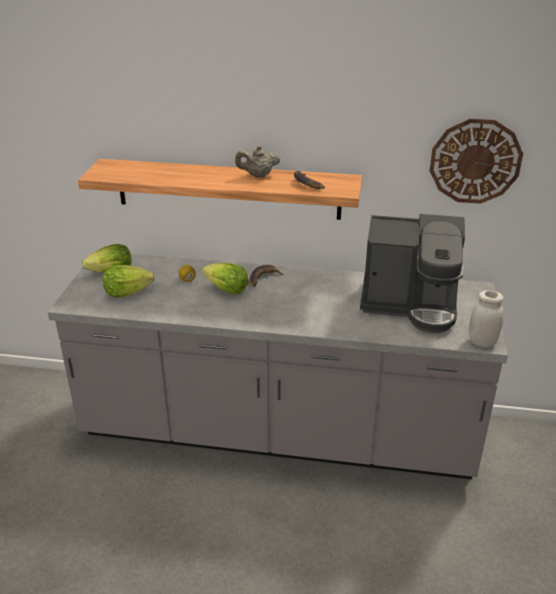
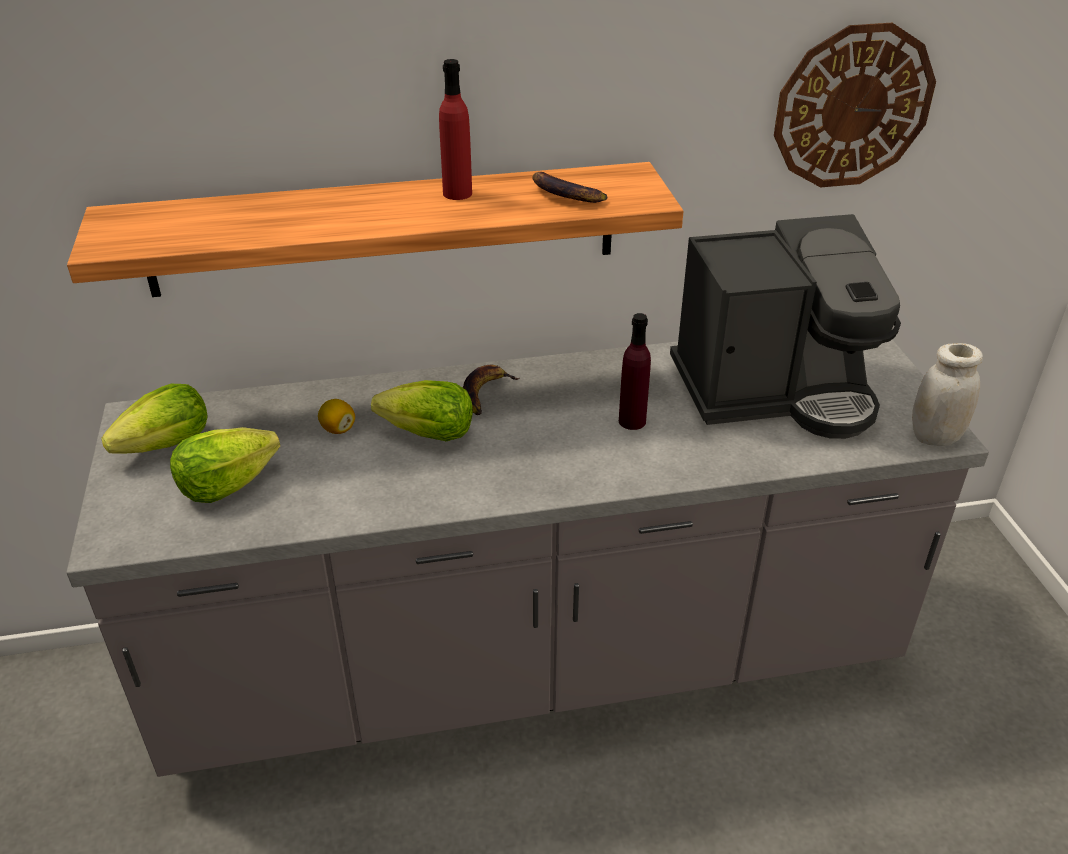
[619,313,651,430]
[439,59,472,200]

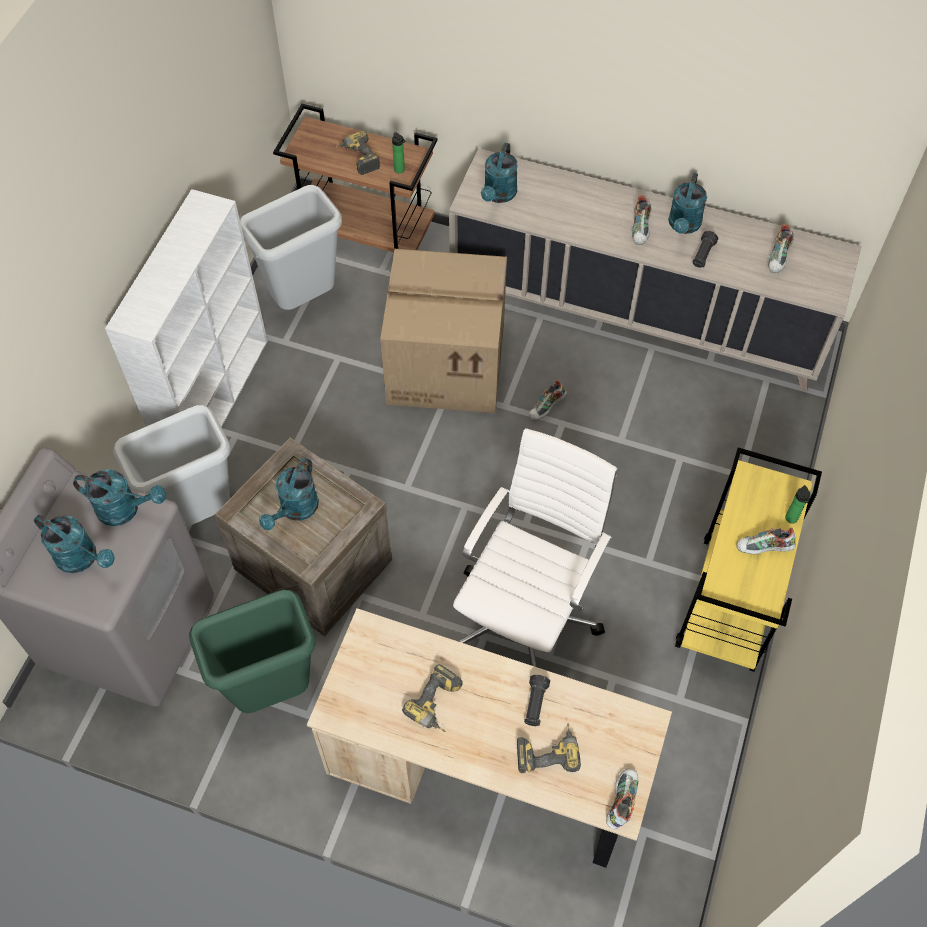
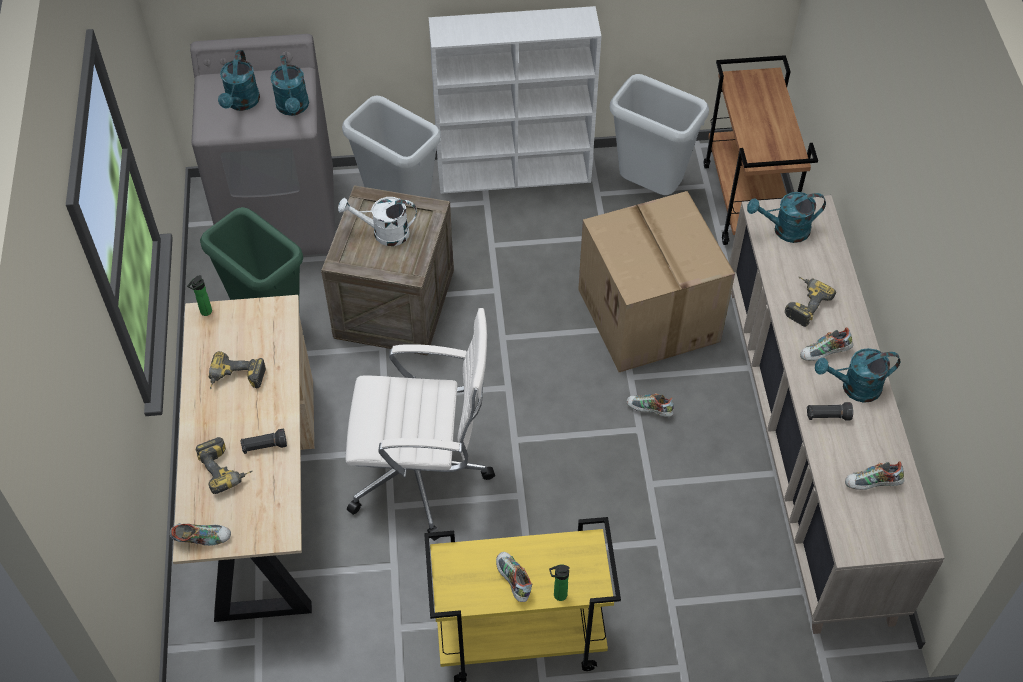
[785,277,836,327]
[187,275,212,316]
[338,197,417,246]

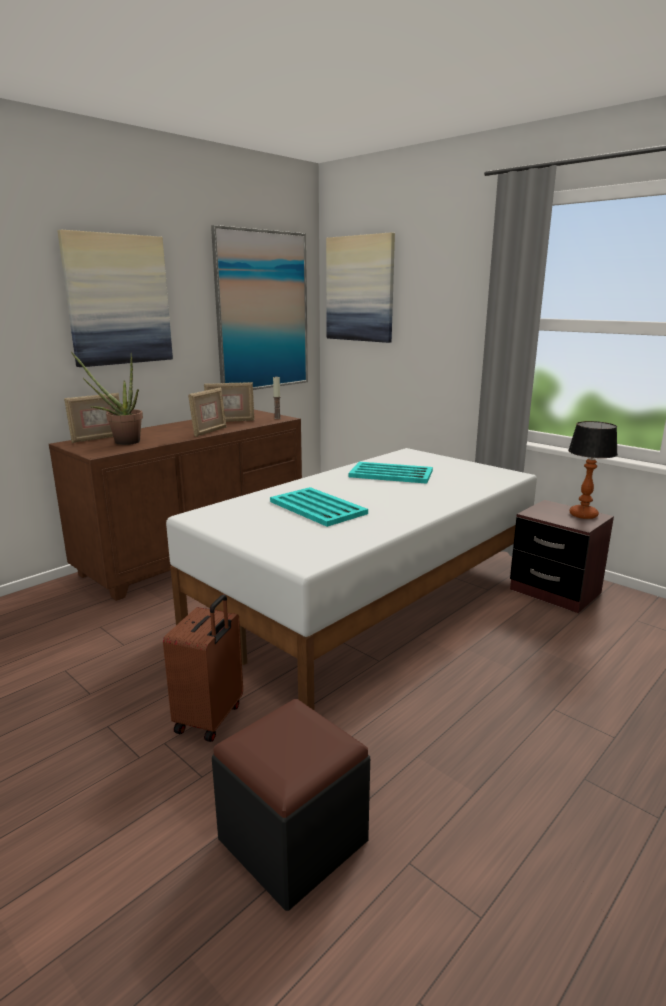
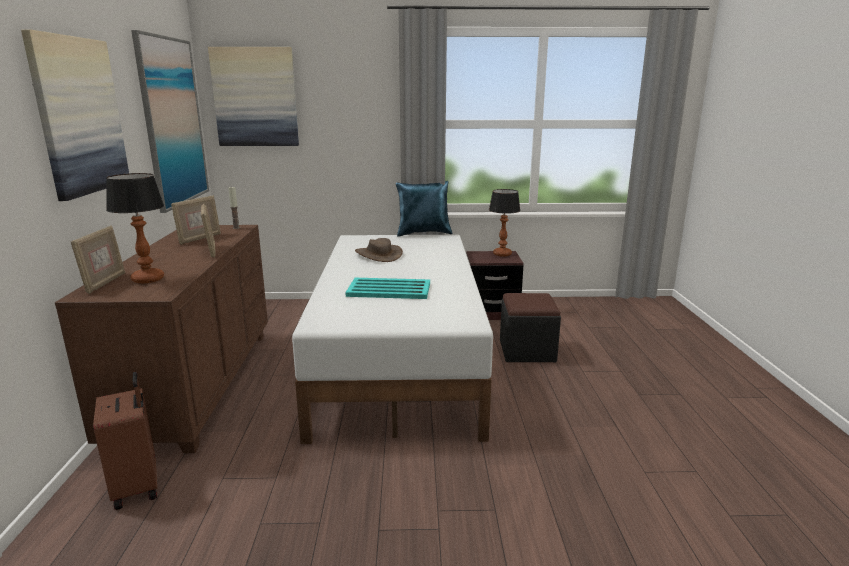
[396,181,453,237]
[93,372,157,510]
[500,293,561,362]
[106,173,164,283]
[355,238,403,262]

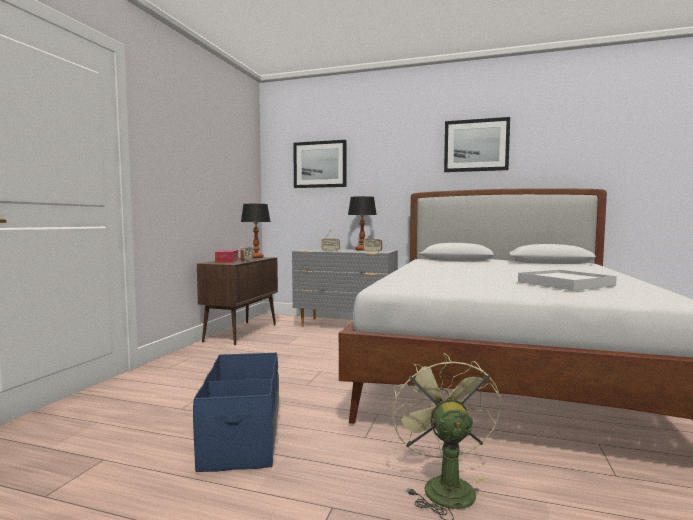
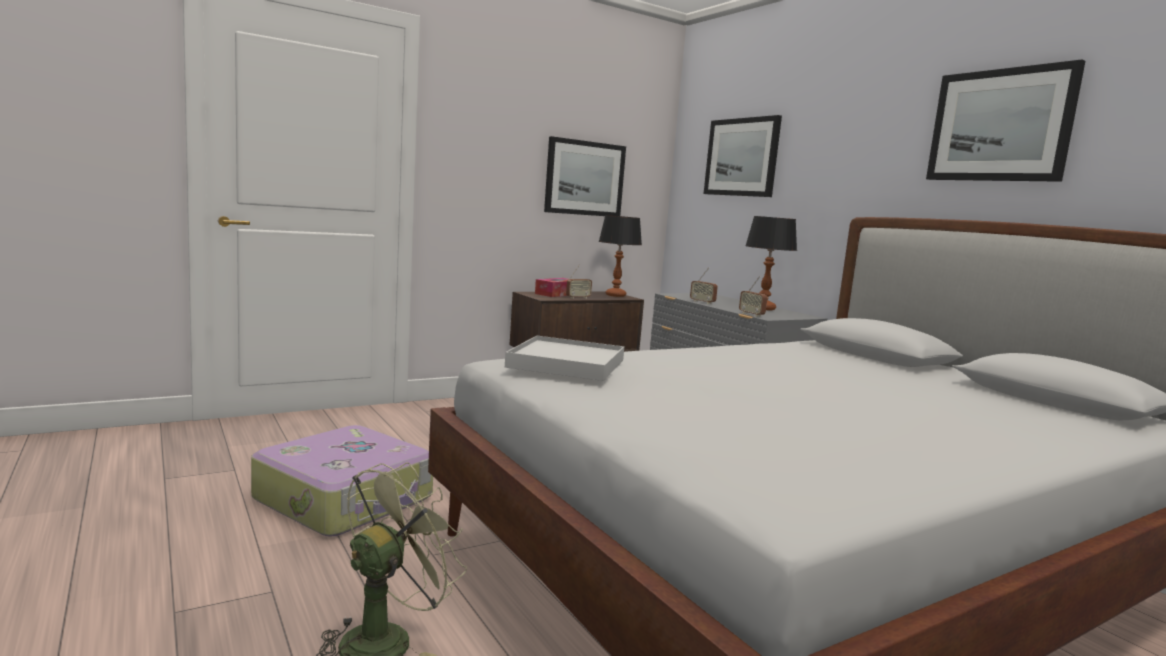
[544,136,626,216]
[505,336,624,381]
[251,425,433,537]

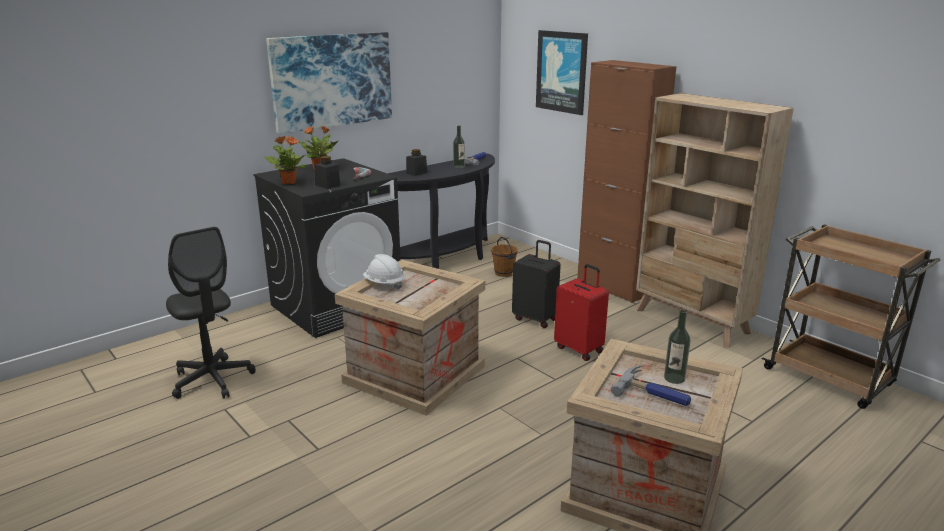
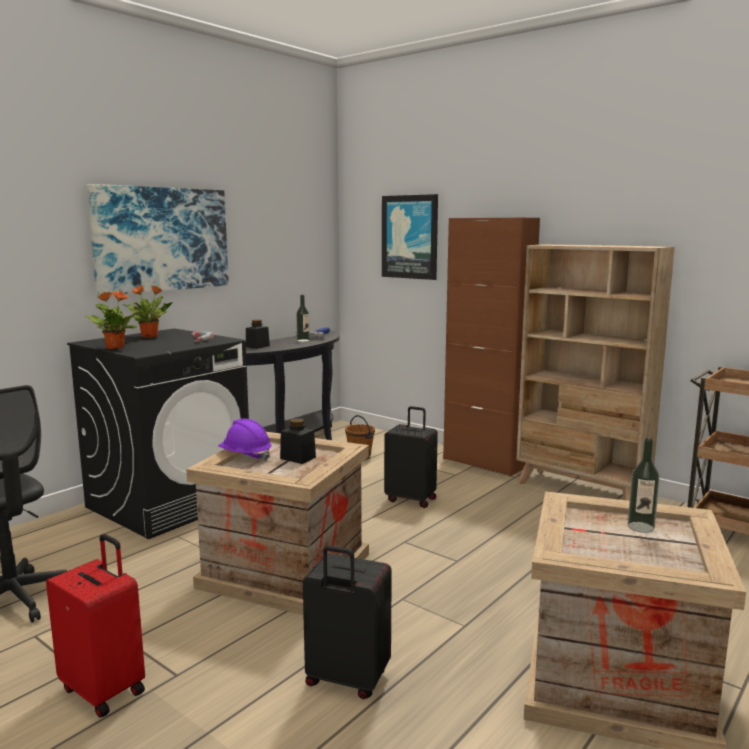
[611,366,691,406] (first image)
[303,545,392,699]
[280,418,316,464]
[46,534,145,718]
[218,419,271,461]

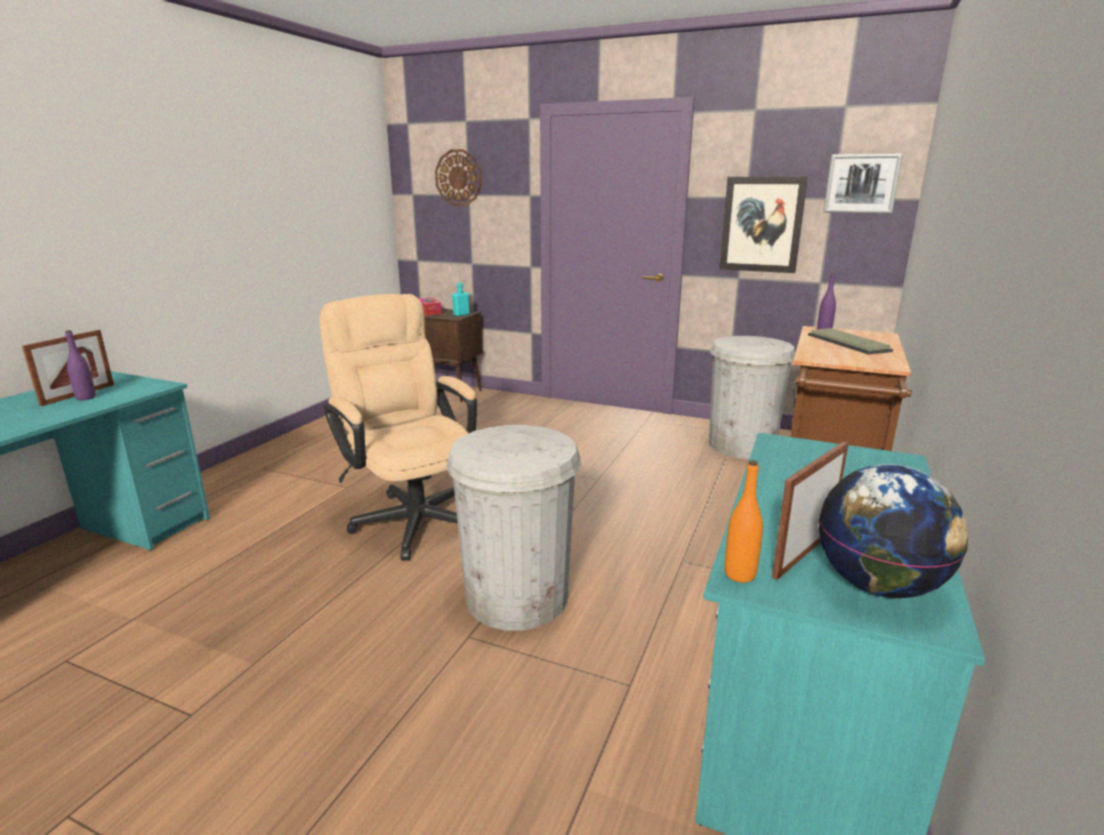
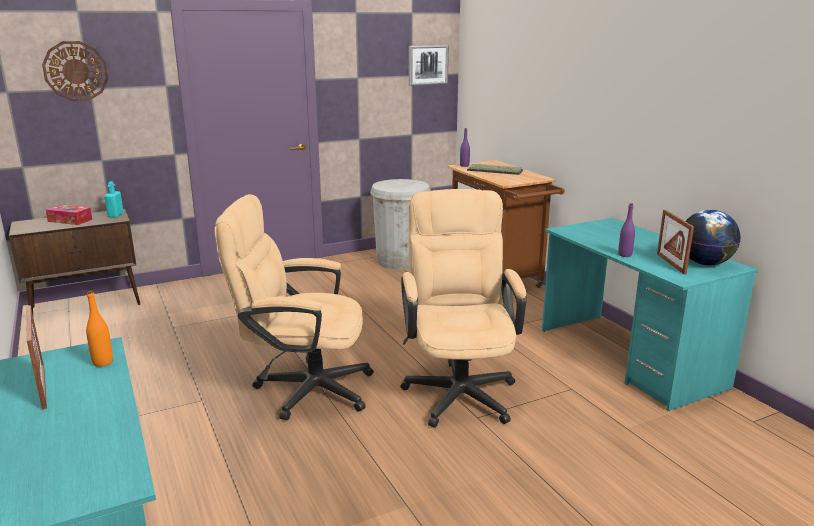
[719,177,808,273] (first image)
[618,203,635,257]
[86,290,113,367]
[401,189,527,428]

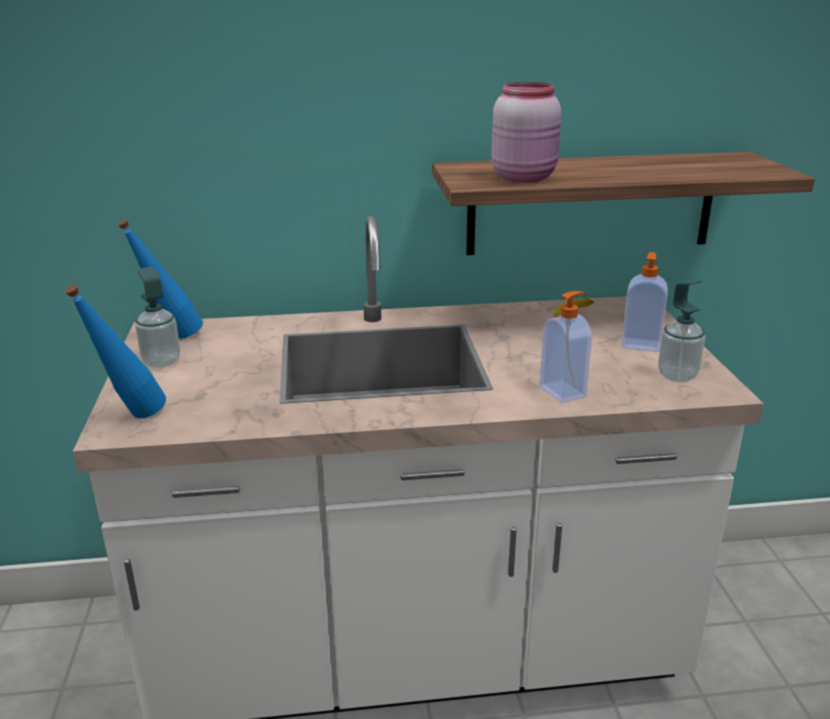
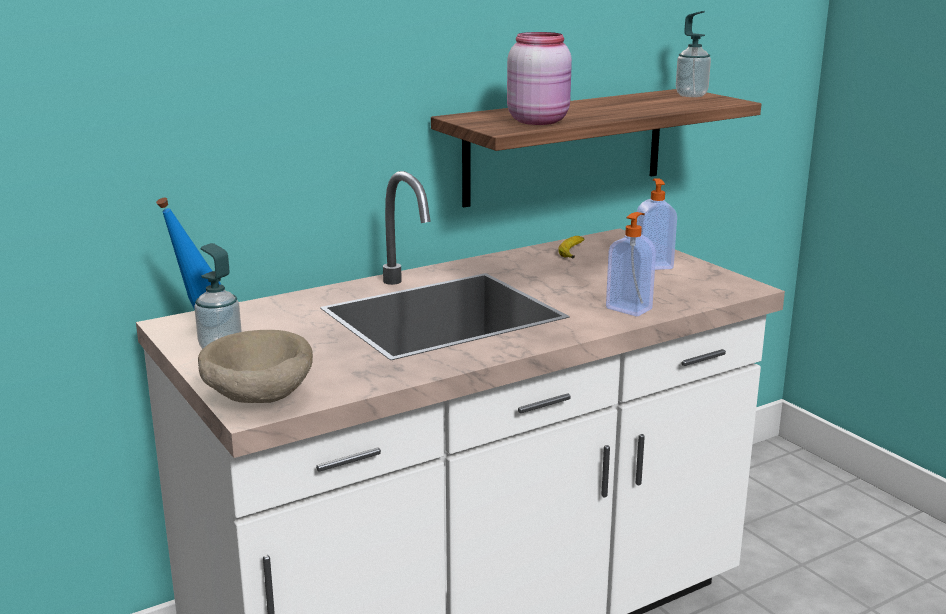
[676,11,711,97]
[198,330,313,403]

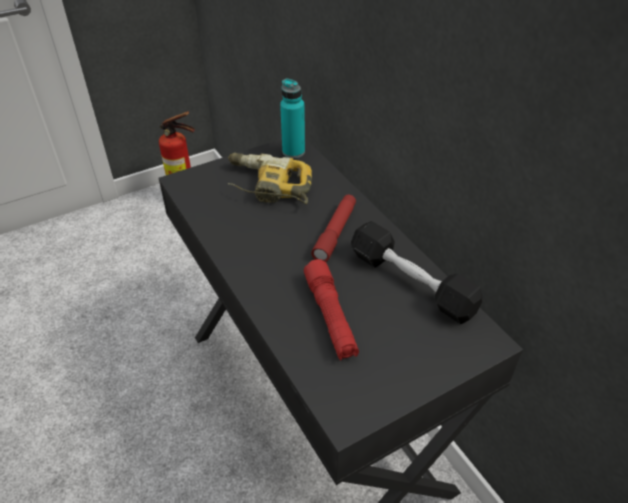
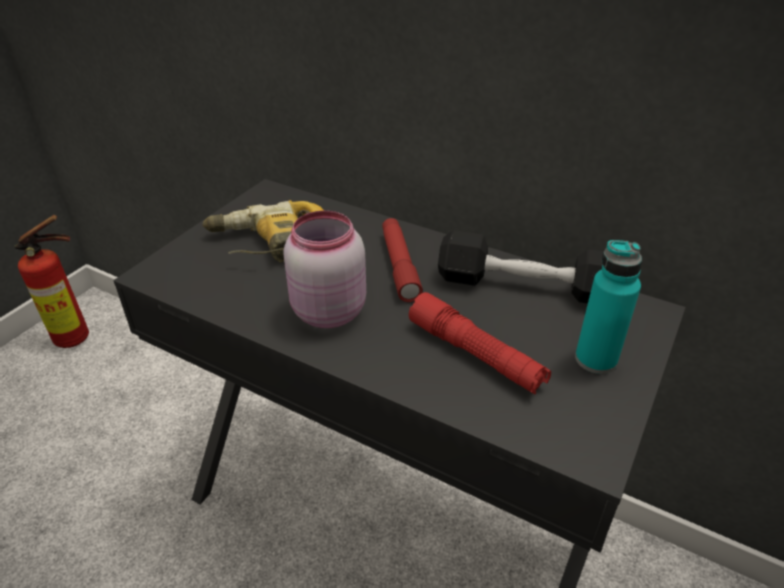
[283,211,366,328]
[575,240,642,374]

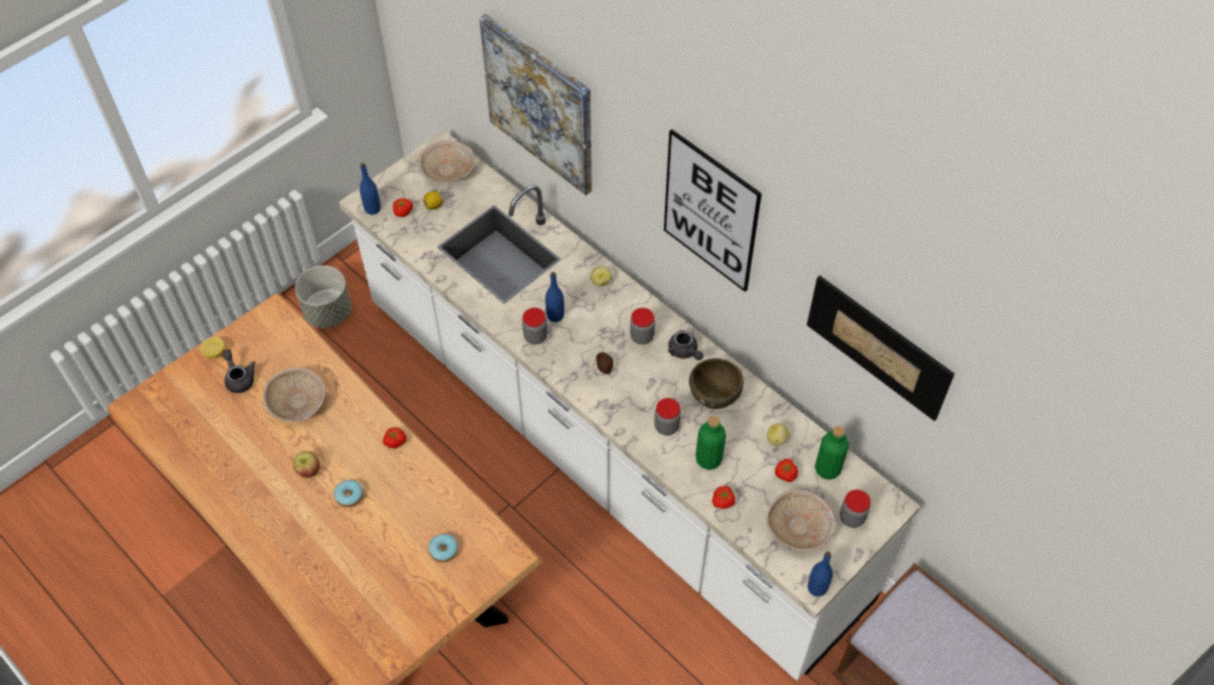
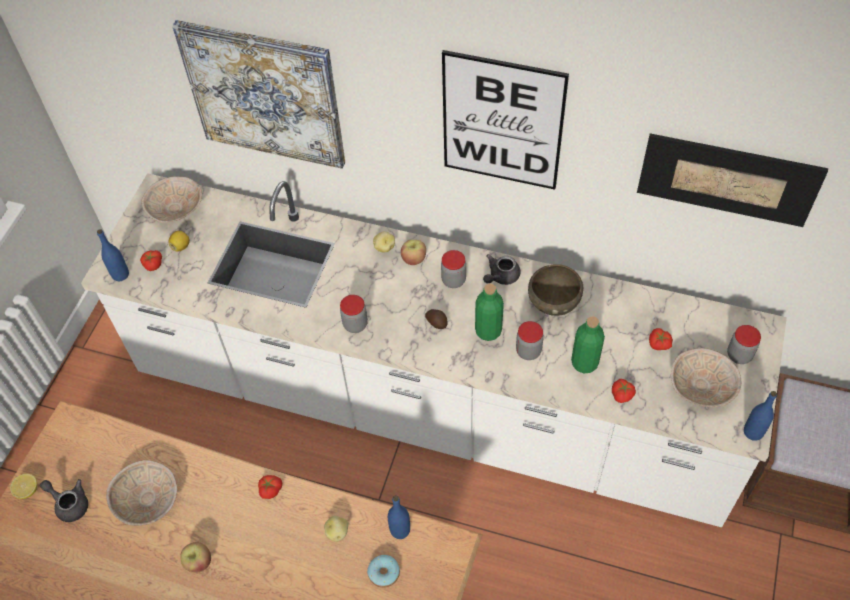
[295,265,351,328] (first image)
[334,480,363,507] (first image)
[401,240,426,265]
[388,496,410,539]
[324,516,348,542]
[475,283,504,341]
[483,254,521,285]

